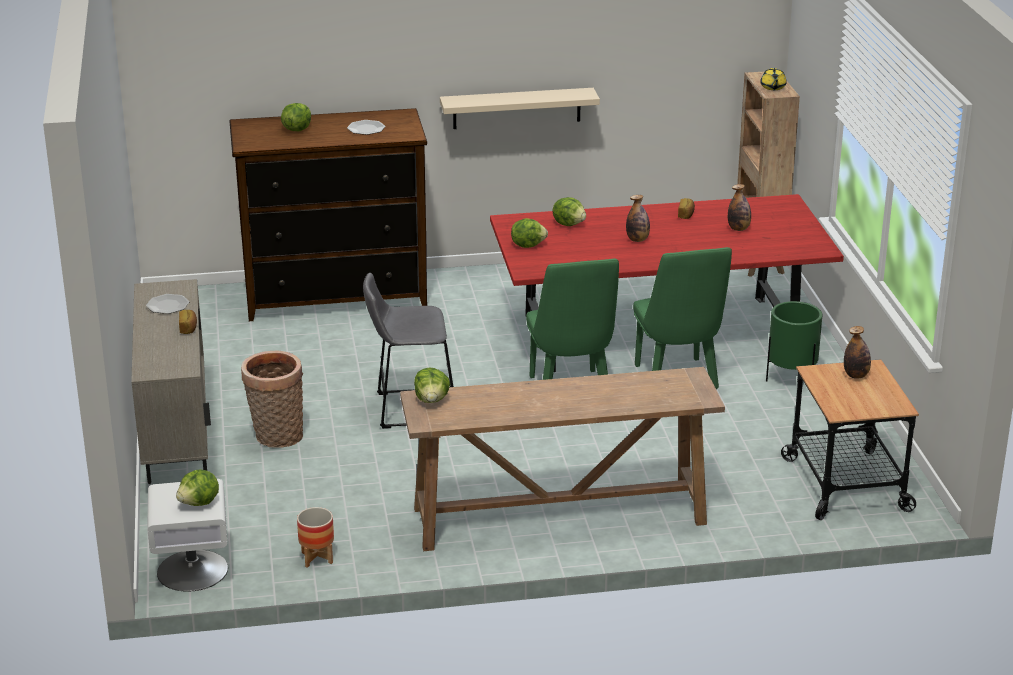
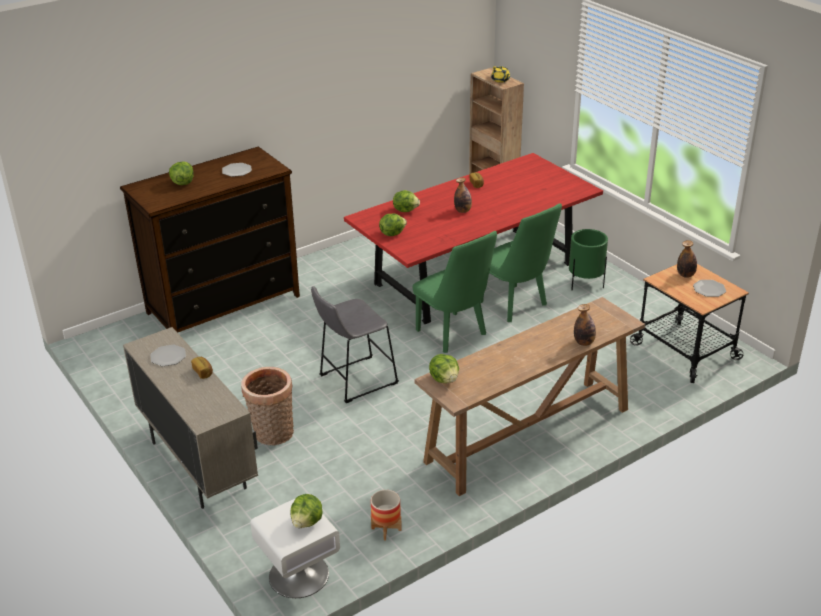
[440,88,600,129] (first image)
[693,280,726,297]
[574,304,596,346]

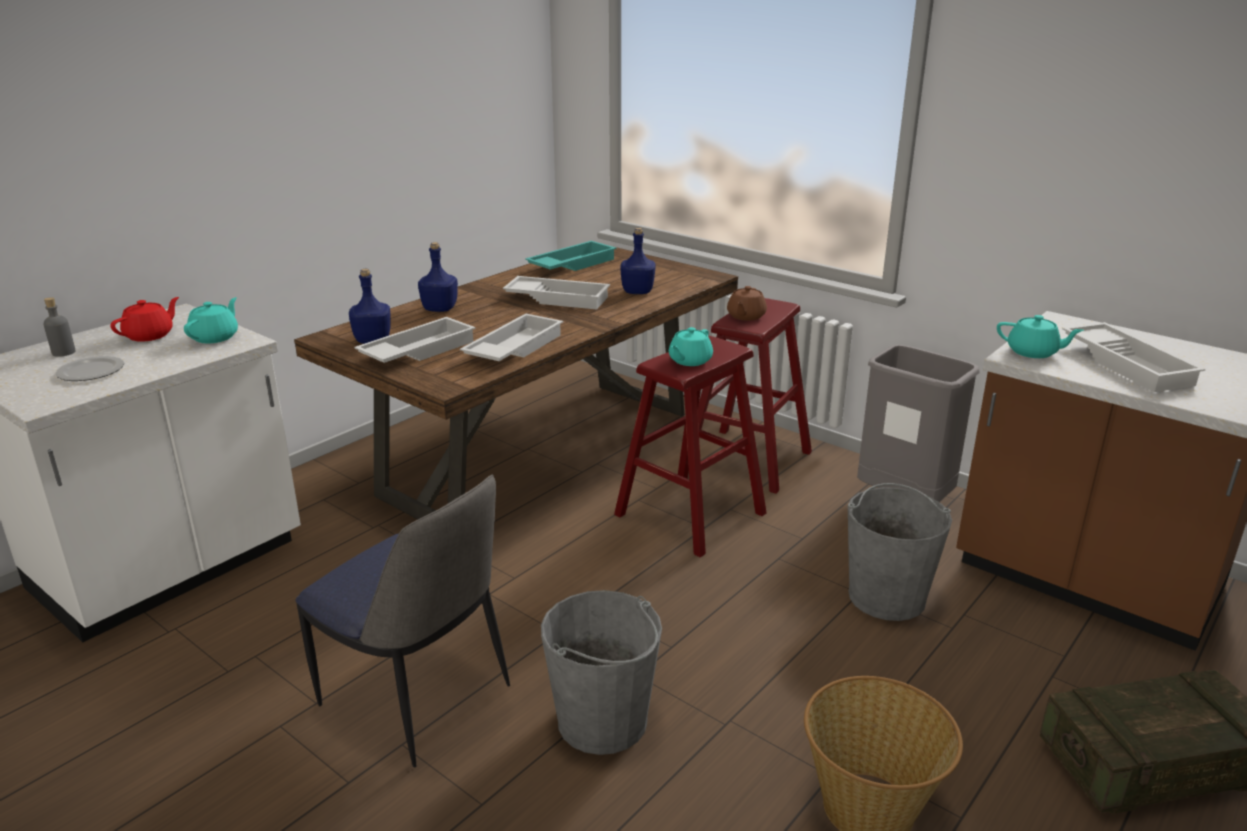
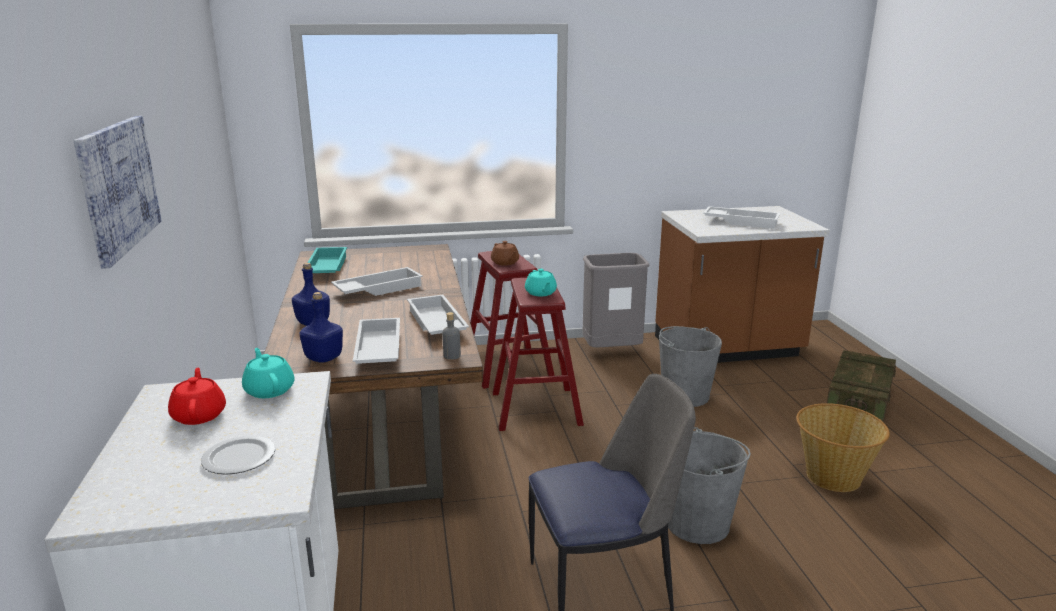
[620,228,655,294] (first image)
[997,315,1084,358] (first image)
[73,116,162,269]
[442,312,461,360]

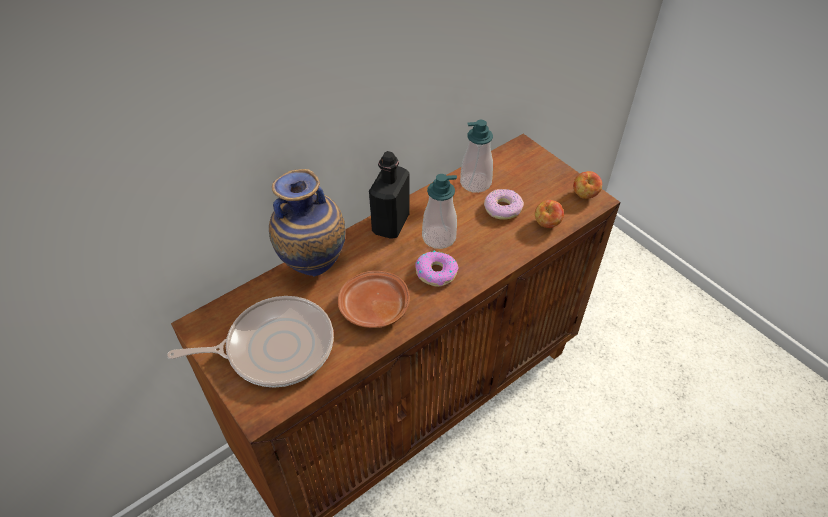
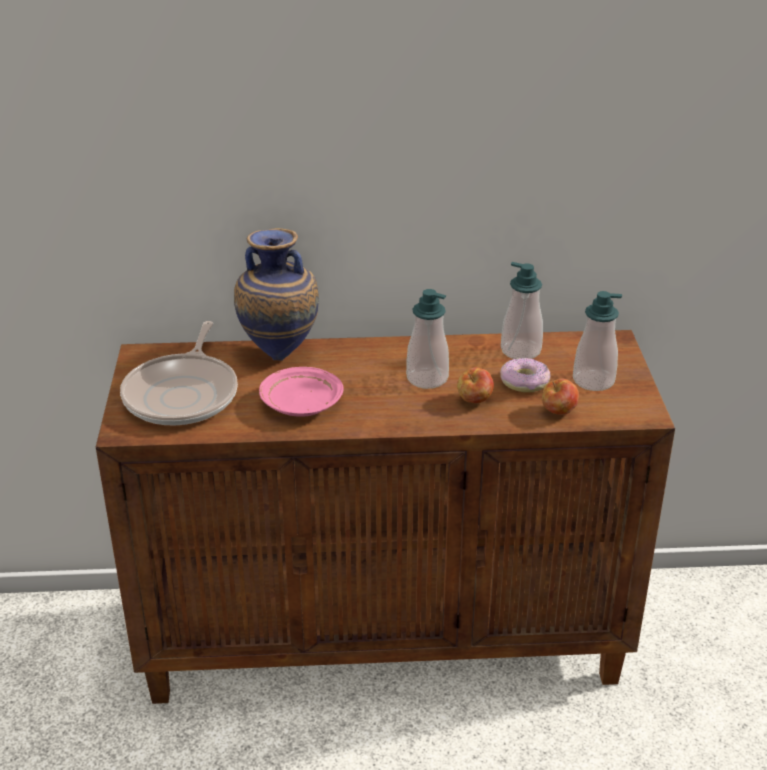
[369,151,410,239] (first image)
[415,251,459,287] (first image)
[573,291,622,391]
[457,367,494,403]
[259,367,344,417]
[120,321,238,425]

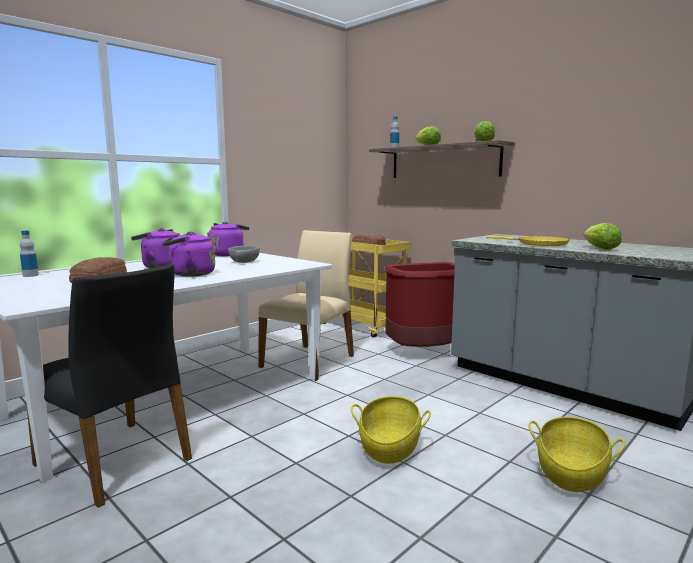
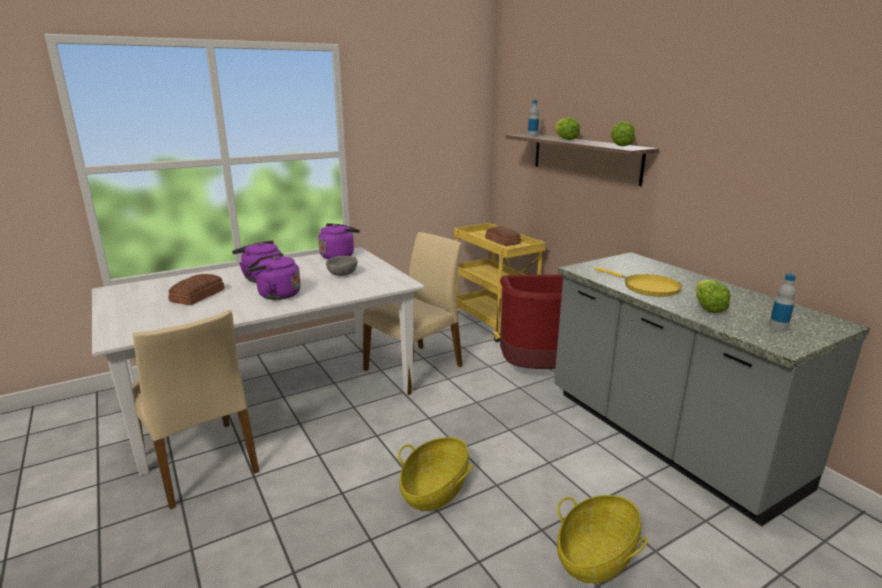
[769,274,796,331]
[132,310,259,509]

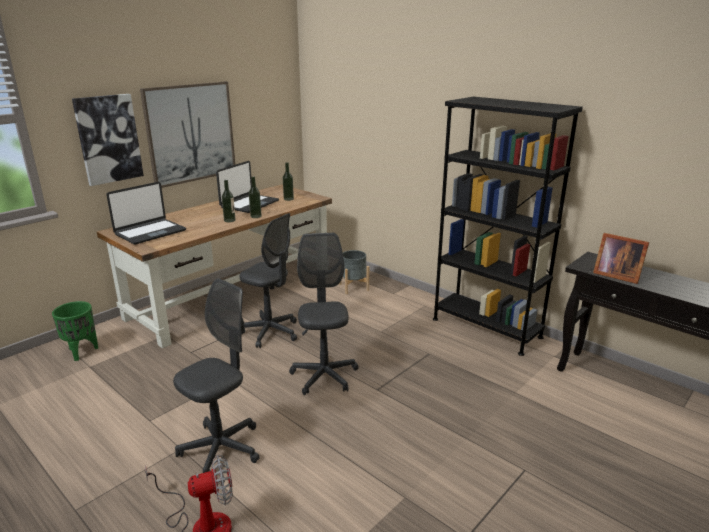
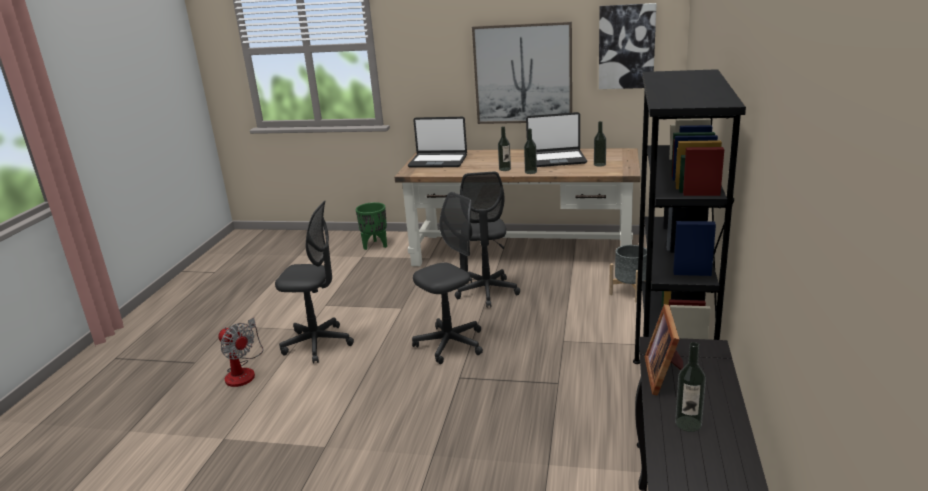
[675,342,706,432]
[599,3,657,89]

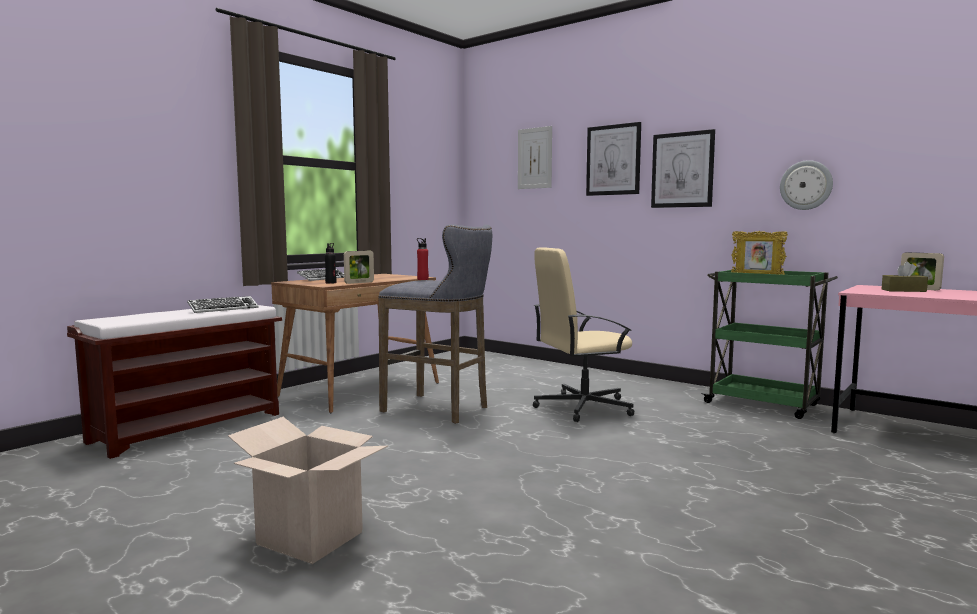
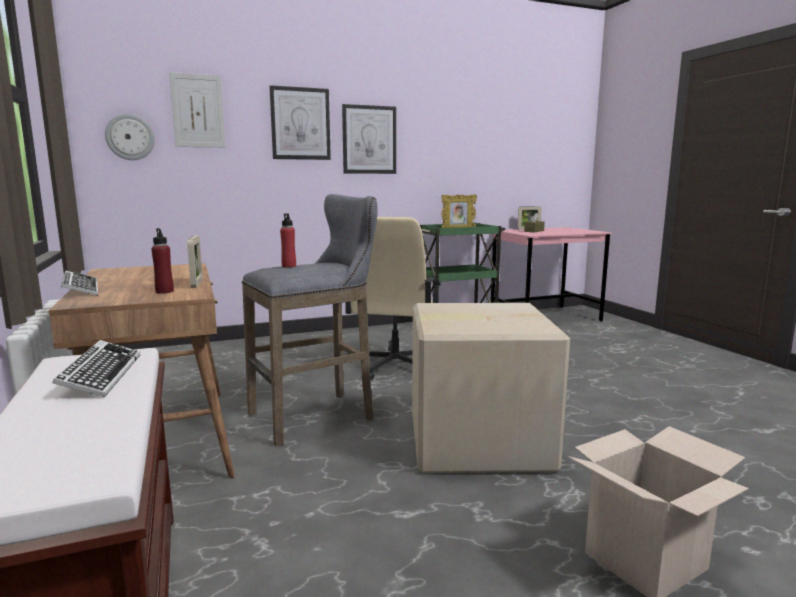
[412,303,570,473]
[105,114,155,160]
[151,228,174,294]

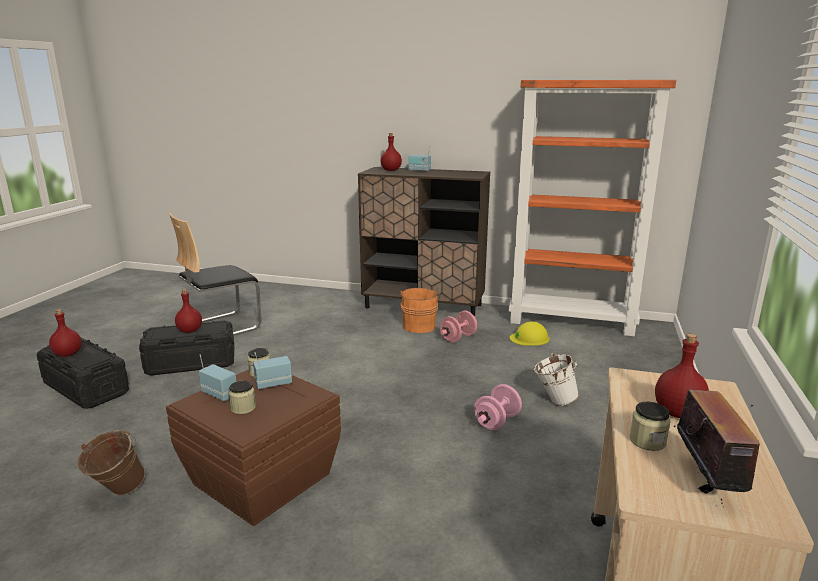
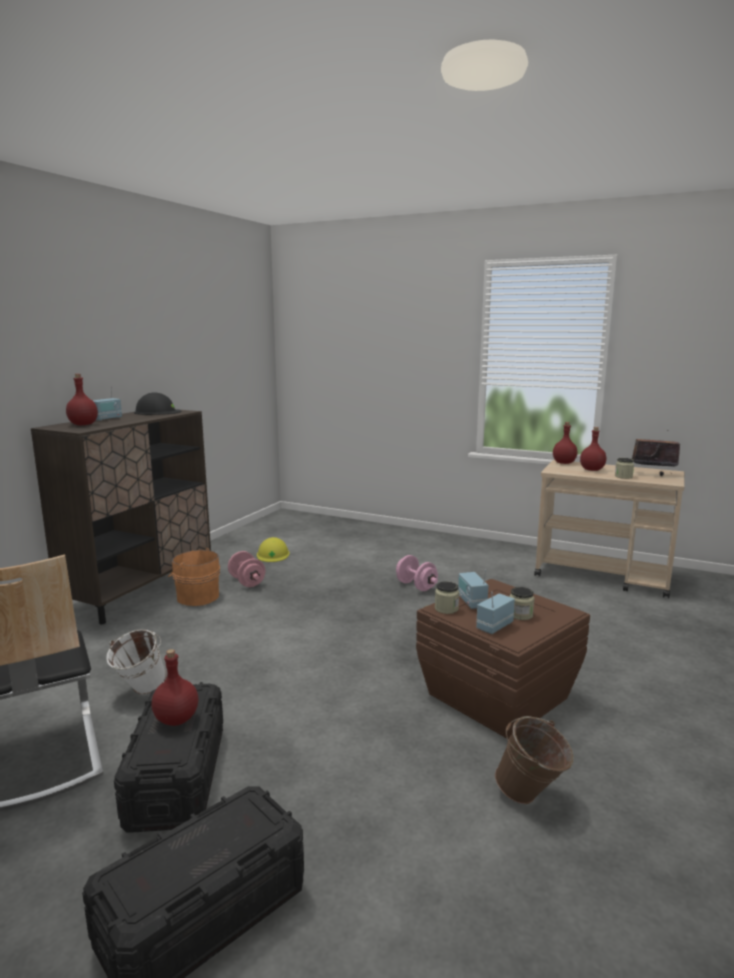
[509,80,676,336] (first image)
[134,393,182,415]
[553,422,577,464]
[106,629,167,695]

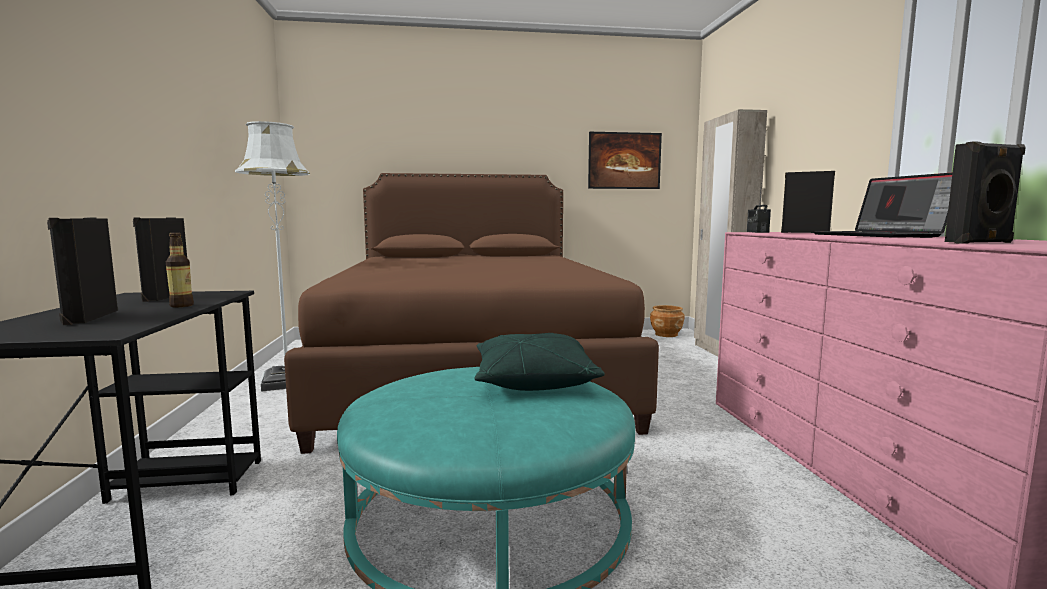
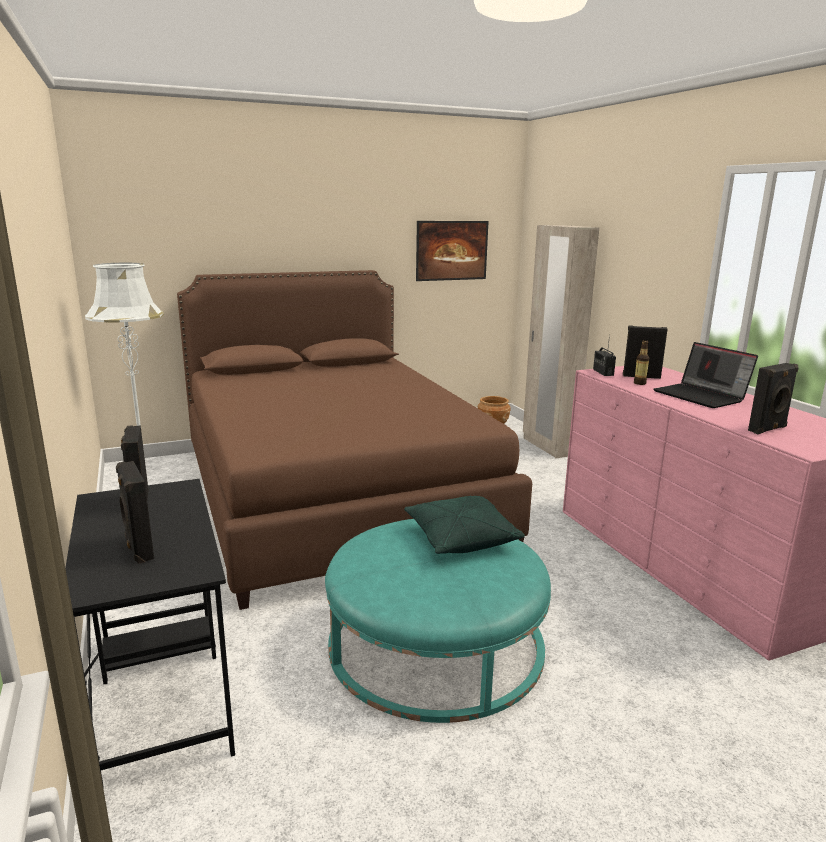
[634,340,649,385]

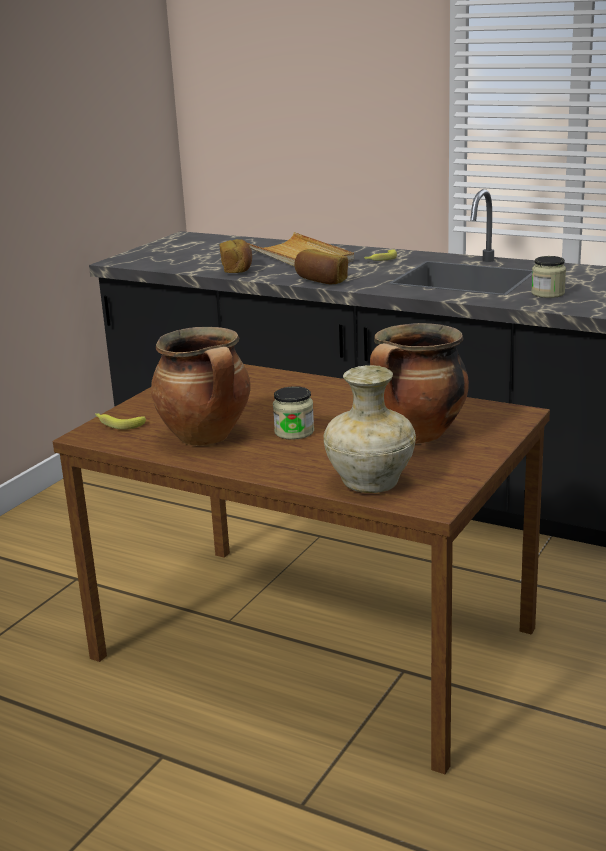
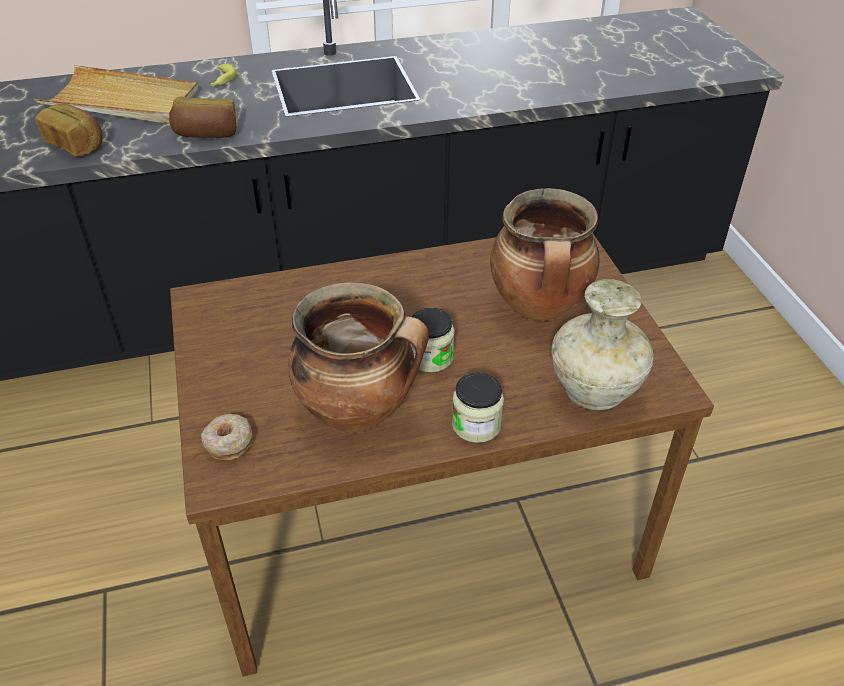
[452,373,504,443]
[201,414,253,460]

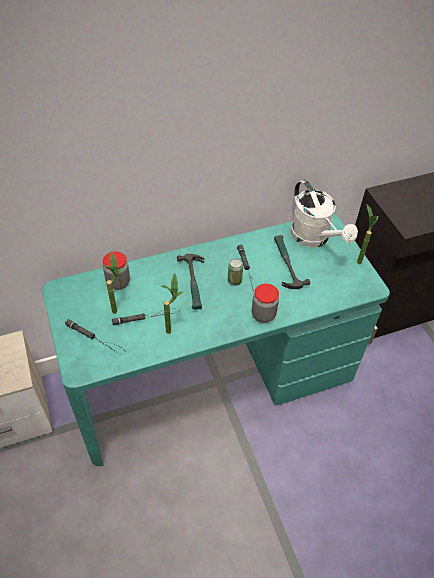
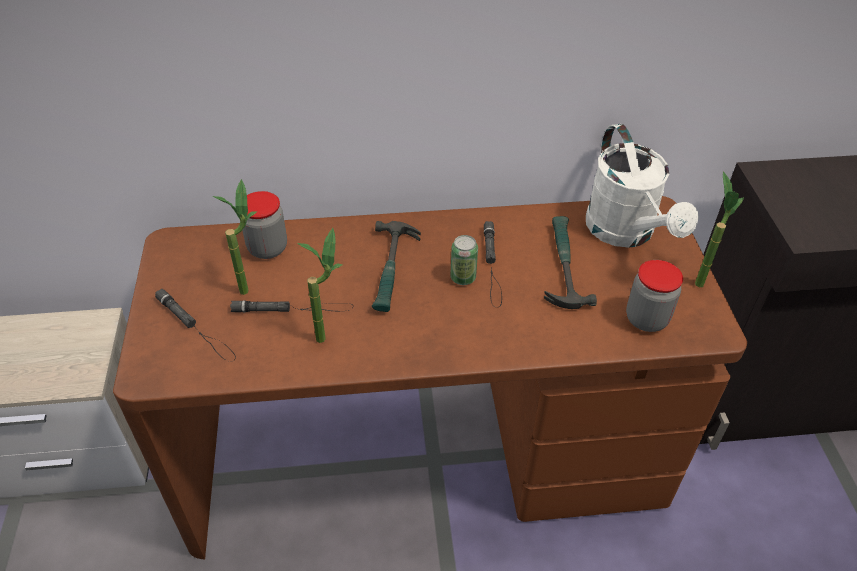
[626,260,683,332]
[113,196,747,560]

